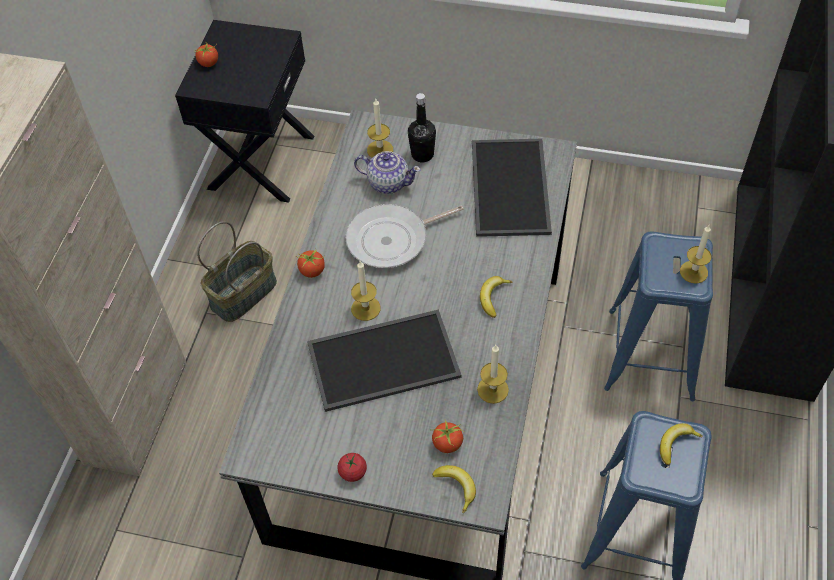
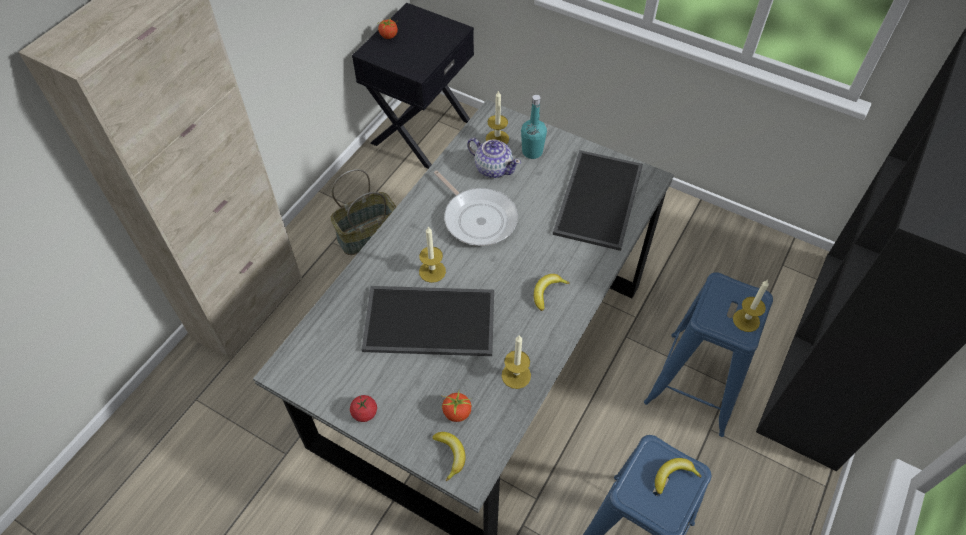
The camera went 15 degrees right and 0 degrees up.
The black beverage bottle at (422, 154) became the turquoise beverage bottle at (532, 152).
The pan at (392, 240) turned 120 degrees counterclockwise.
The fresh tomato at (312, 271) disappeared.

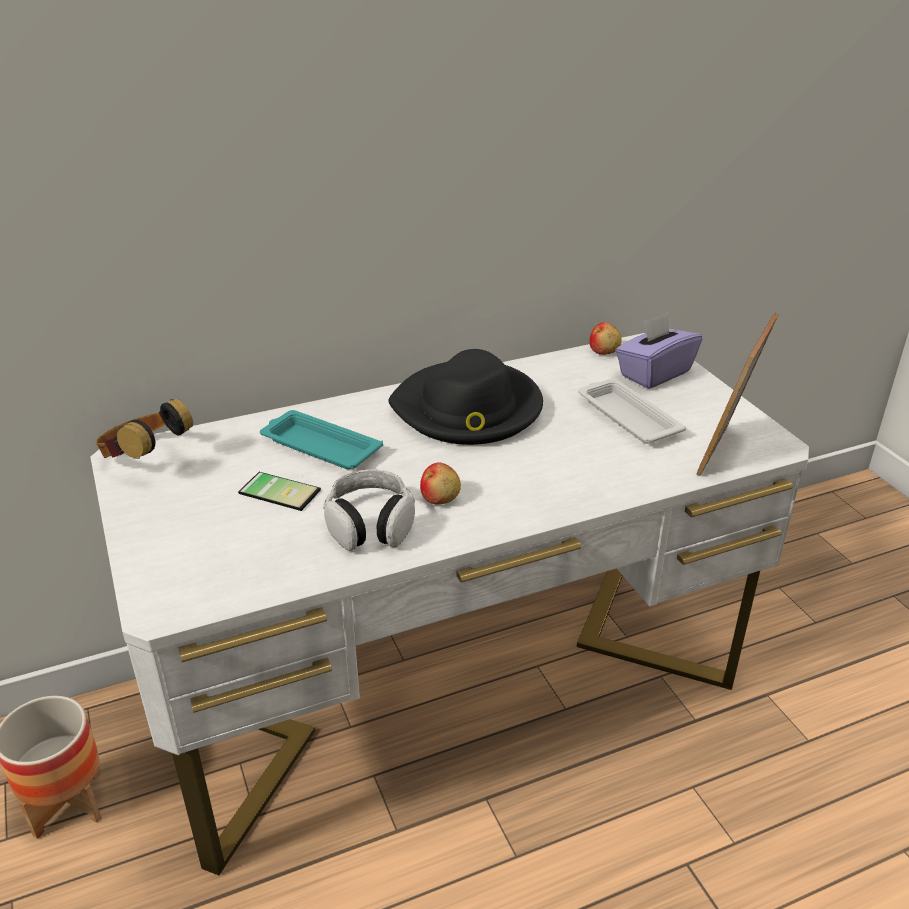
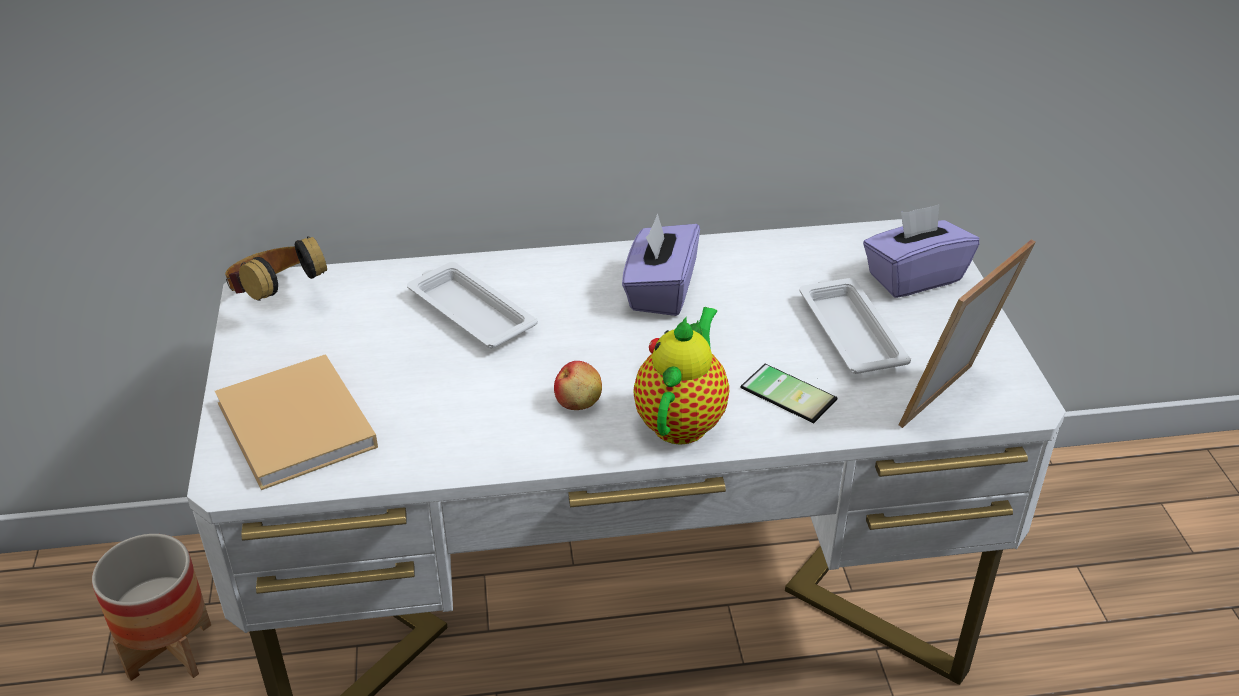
The camera went 15 degrees right and 5 degrees up.
The apple at (604, 351) disappeared.
The black hat at (468, 409) was replaced by the purple box of tissues at (660, 291).
The turquoise tray at (319, 446) became the white tray at (469, 312).
The headset at (370, 524) disappeared.
The telephone moved from (282, 489) to (791, 391).
The tea pot at (682, 420) appeared.
The beige volume at (298, 428) appeared.

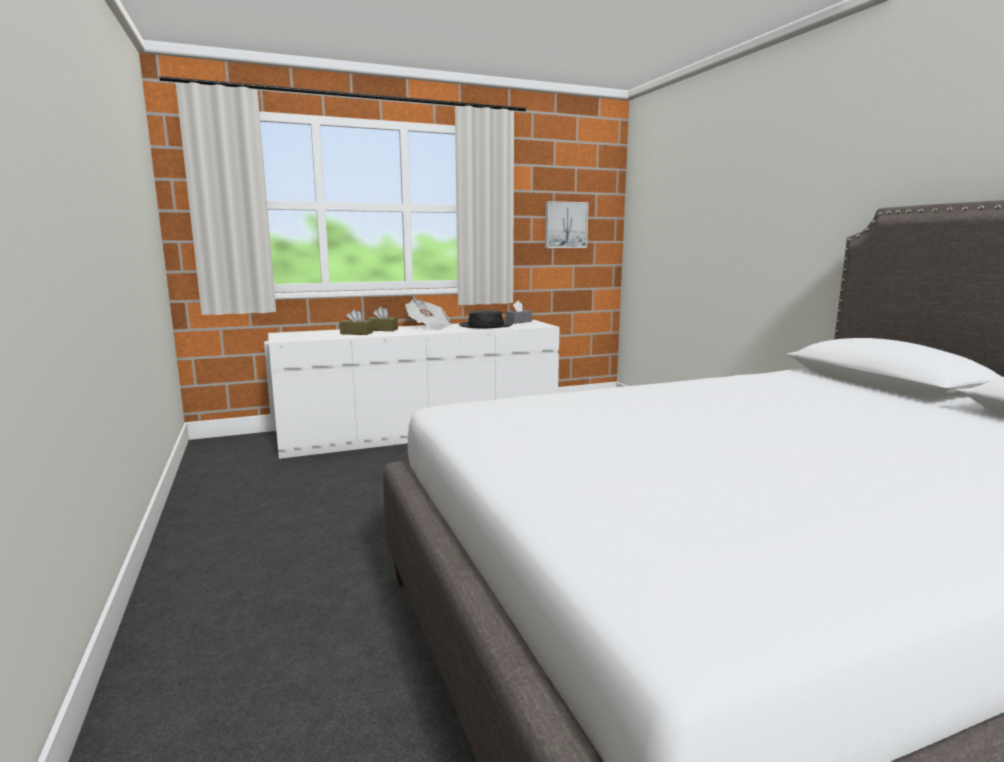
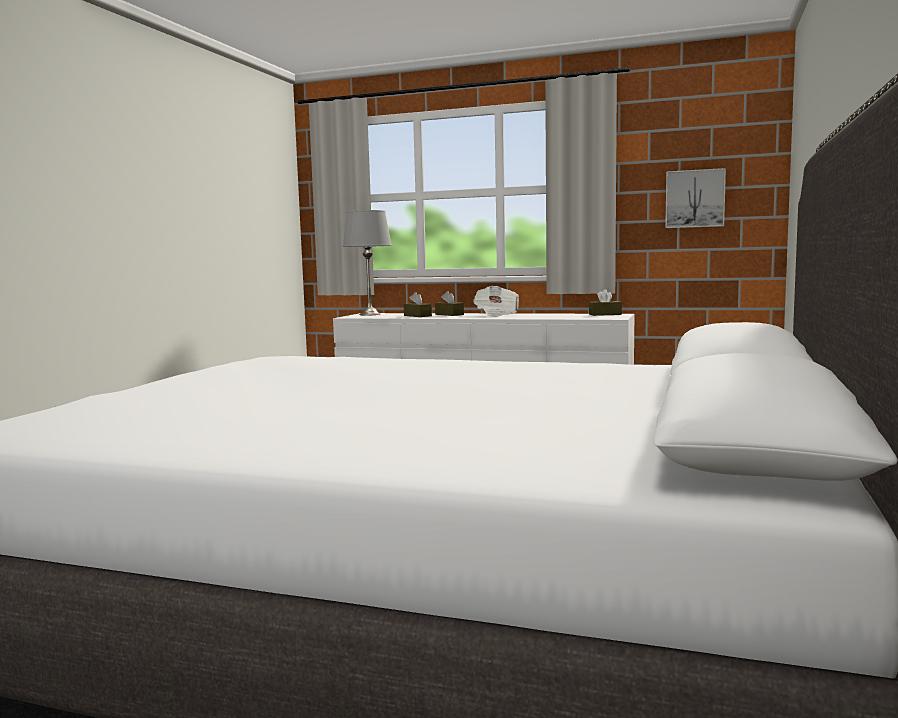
The camera went 40 degrees right and 5 degrees down.
The gray box of tissues at (518, 322) became the brown-coloured box of tissues at (605, 314).
The black hat at (485, 326) disappeared.
The gray lamp for a table at (370, 314) appeared.

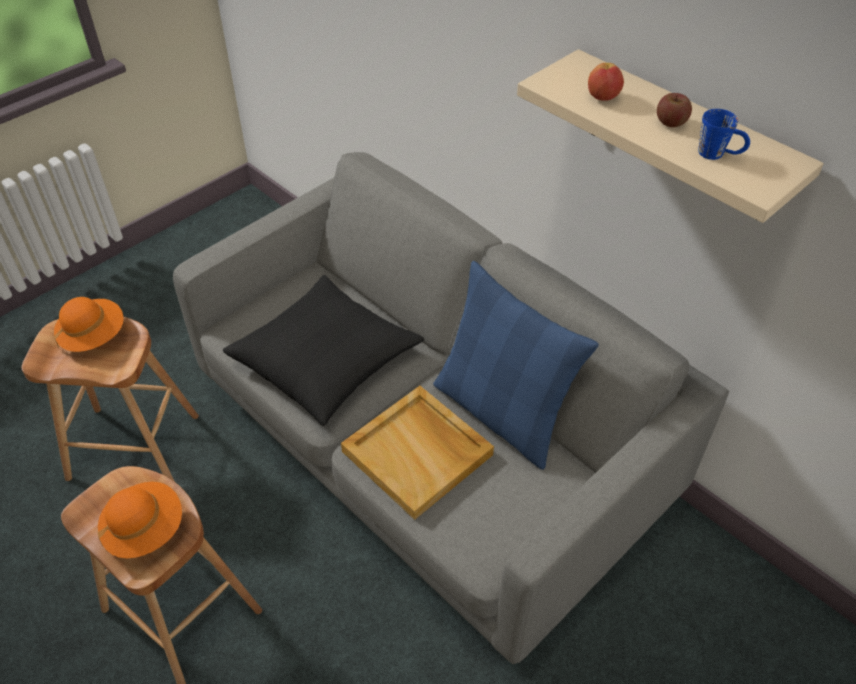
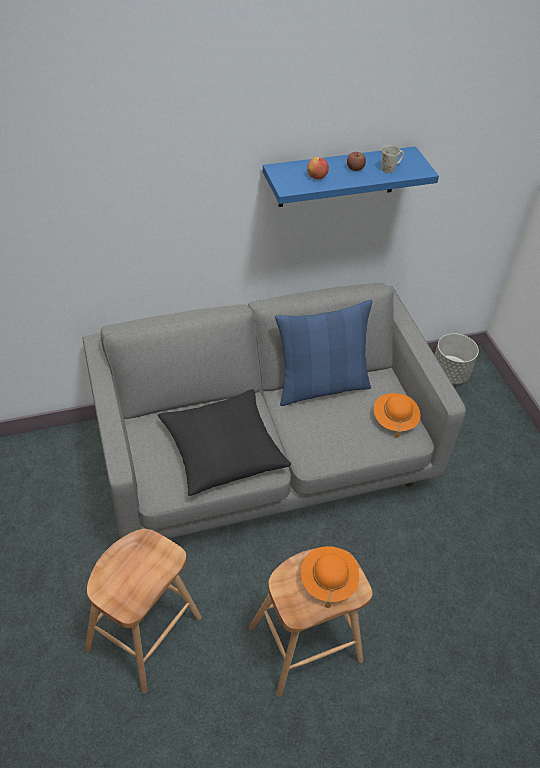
The camera went 65 degrees left and 0 degrees up.
The beige wall shelf at (681, 139) became the bluish wall shelf at (338, 177).
The bluish coffee mug at (718, 155) became the white coffee mug at (391, 168).
The orange-coloured hat moved from (94, 336) to (394, 419).
The beige tray at (419, 453) disappeared.
The gray planter at (449, 373) appeared.

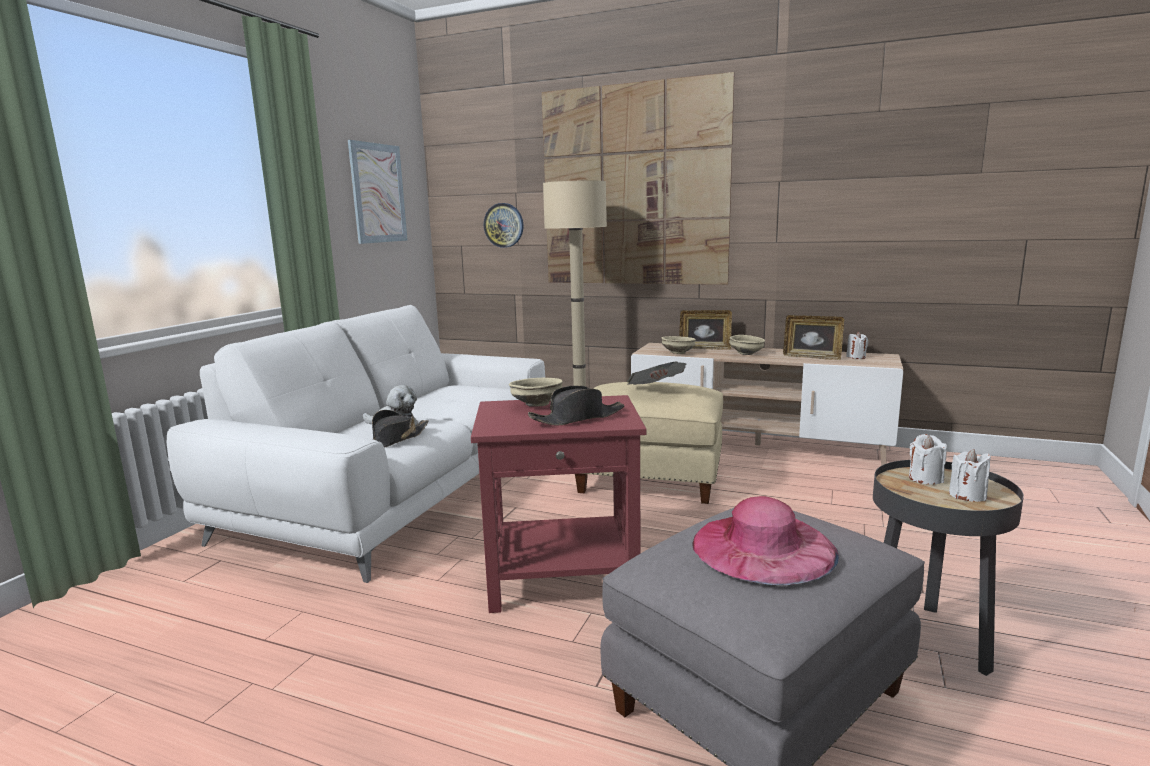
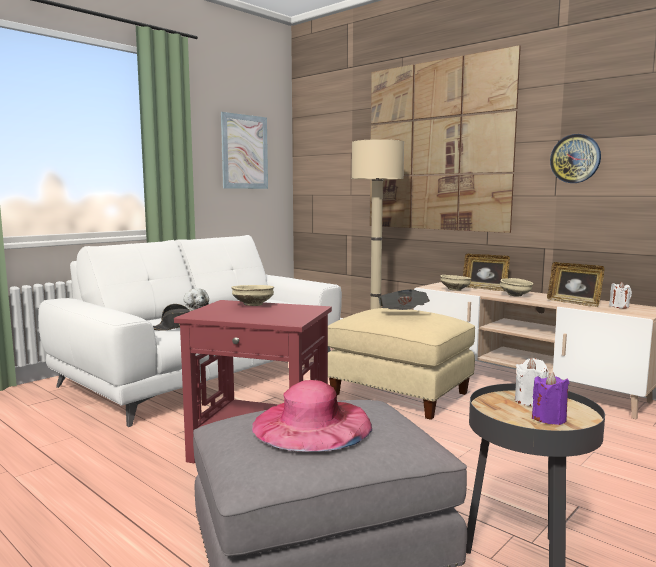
The camera went 20 degrees right and 5 degrees down.
The clock on the wall moved from (504, 225) to (575, 158).
The black hat at (578, 418) disappeared.
The white wax candle at (967, 495) became the purple wax candle at (549, 418).

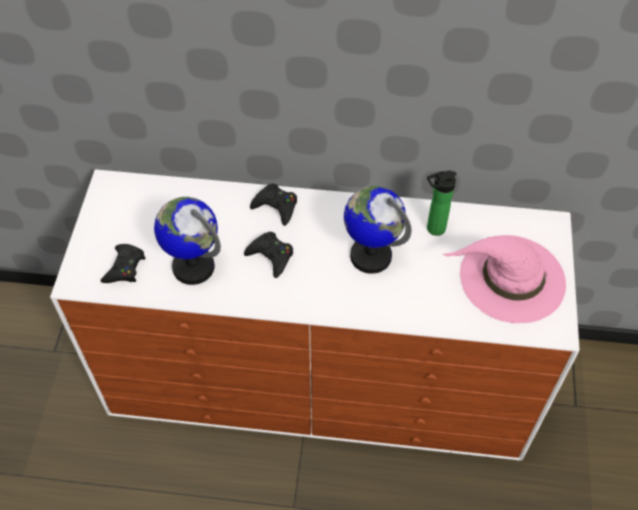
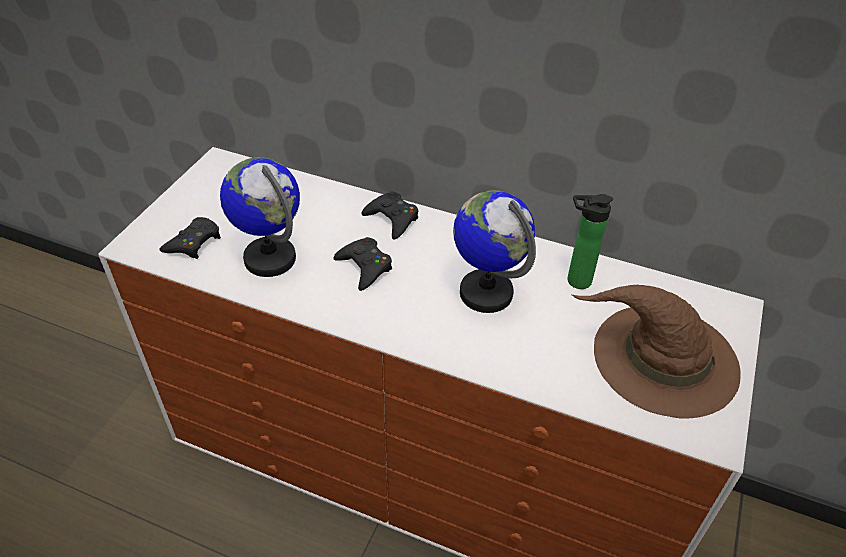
The camera went 15 degrees right and 10 degrees down.
The pink-coloured hat at (510, 278) became the brown-coloured hat at (663, 358).

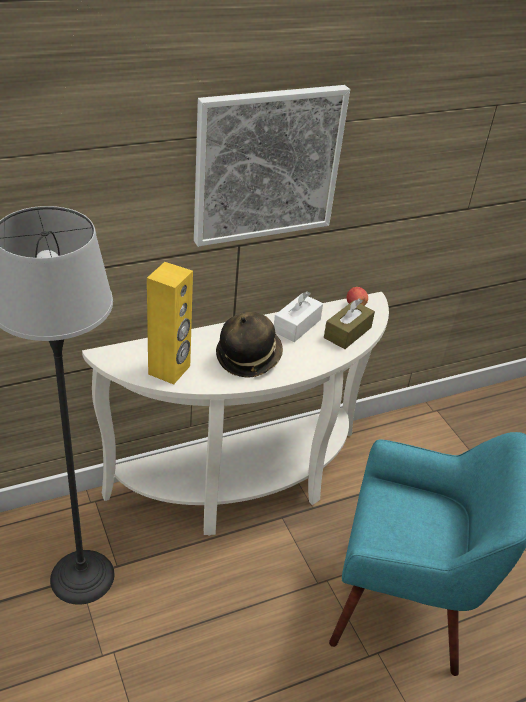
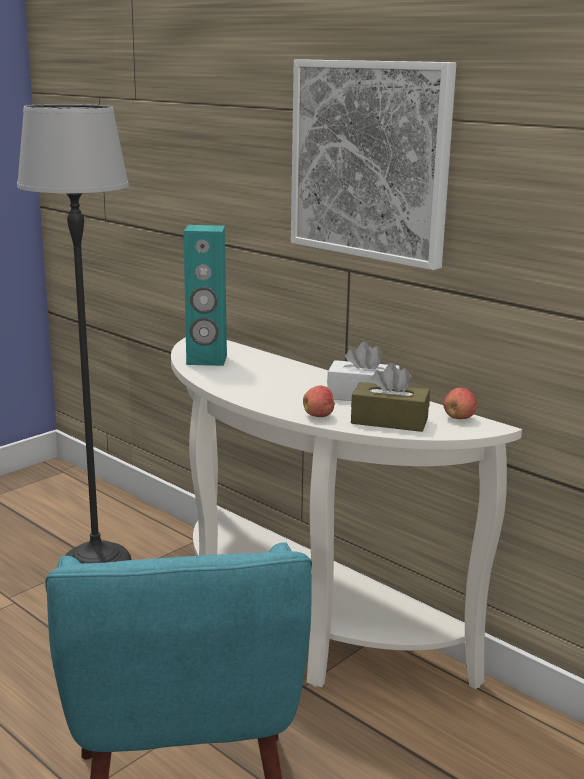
The camera went 70 degrees right and 20 degrees down.
The yellow speaker at (170, 370) became the turquoise speaker at (206, 360).
The hat at (248, 357) disappeared.
The apple at (319, 416) appeared.

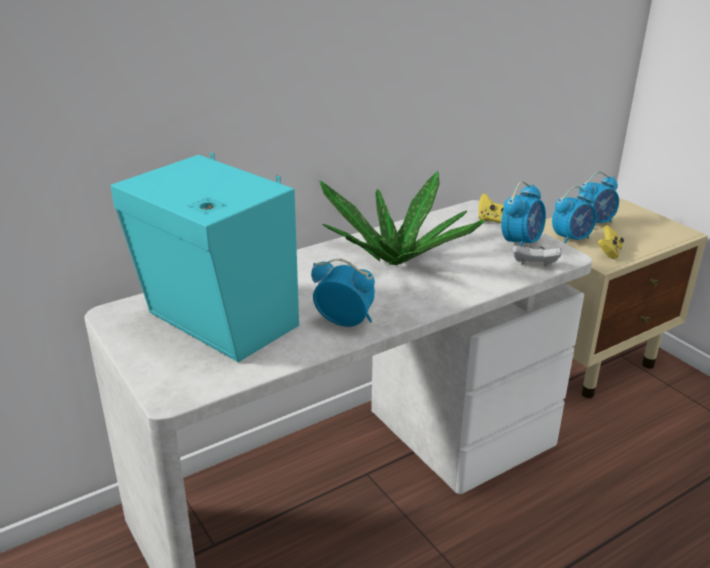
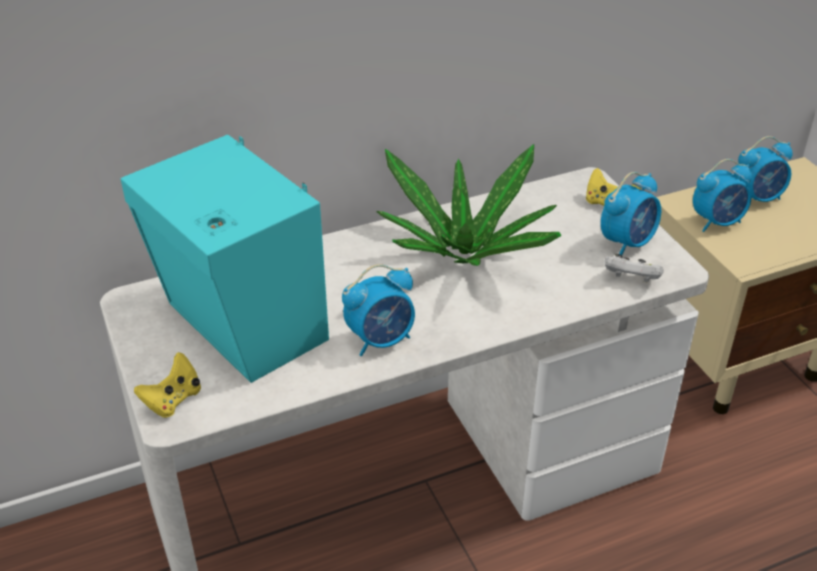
The camera went 10 degrees right and 10 degrees up.
The yellow game controller moved from (608, 253) to (173, 400).
The bedside clock at (344, 322) turned 120 degrees clockwise.

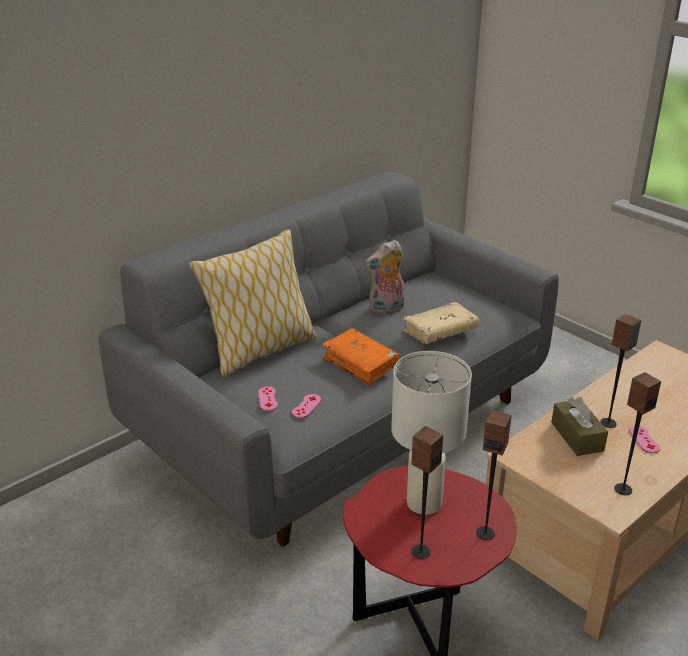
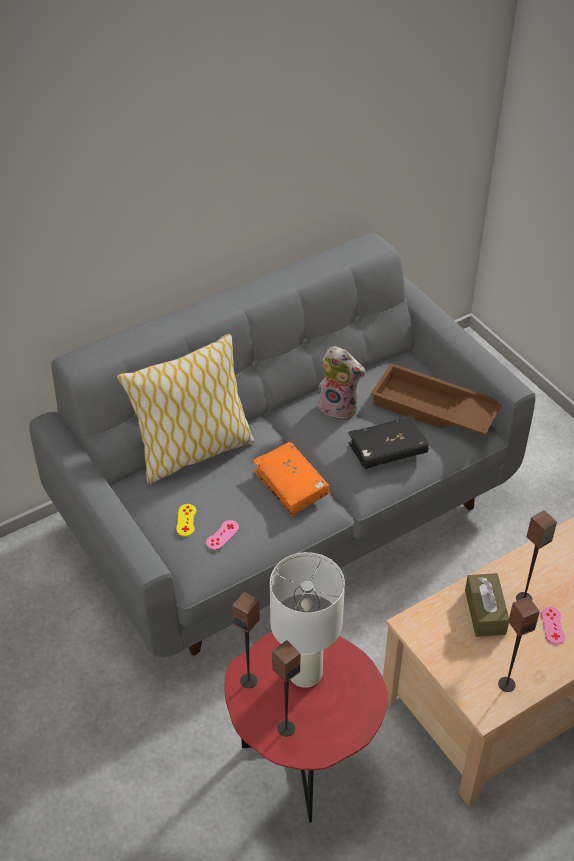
The camera went 10 degrees right and 15 degrees up.
The soft toy at (386, 309) turned 135 degrees counterclockwise.
The beige volume at (440, 332) became the black volume at (387, 450).
The pink-coloured game controller at (267, 399) became the yellow game controller at (186, 520).
The speaker moved from (485, 533) to (249, 680).
The brown-coloured tray at (433, 410) appeared.

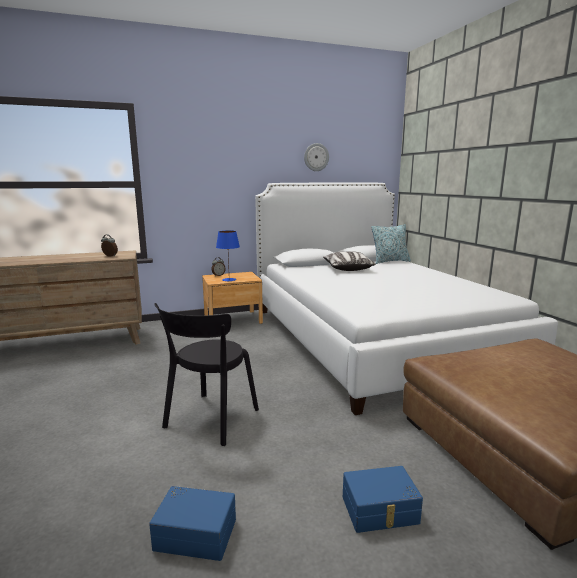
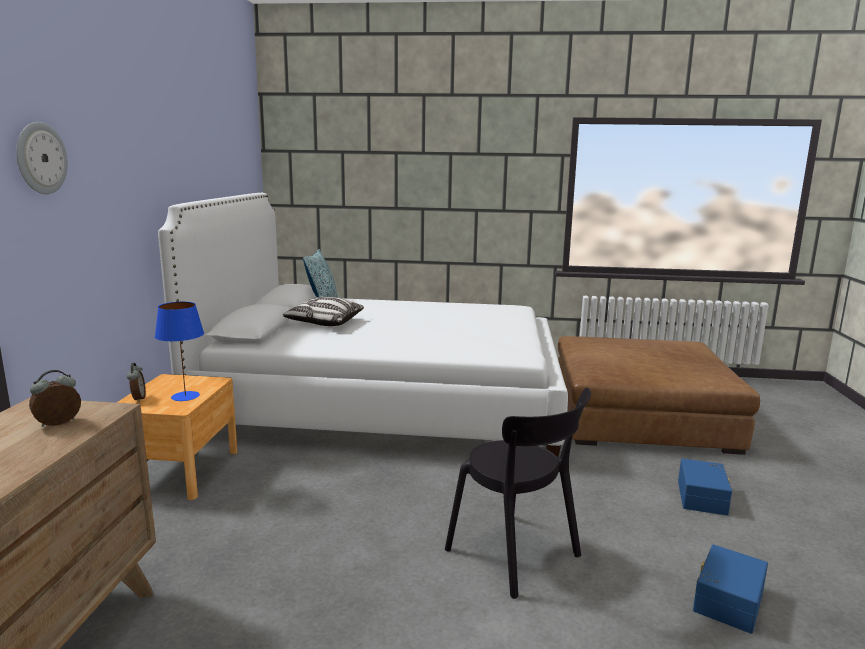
The camera went 65 degrees left and 0 degrees up.
The clock on the wall moved from (316, 157) to (40, 158).

